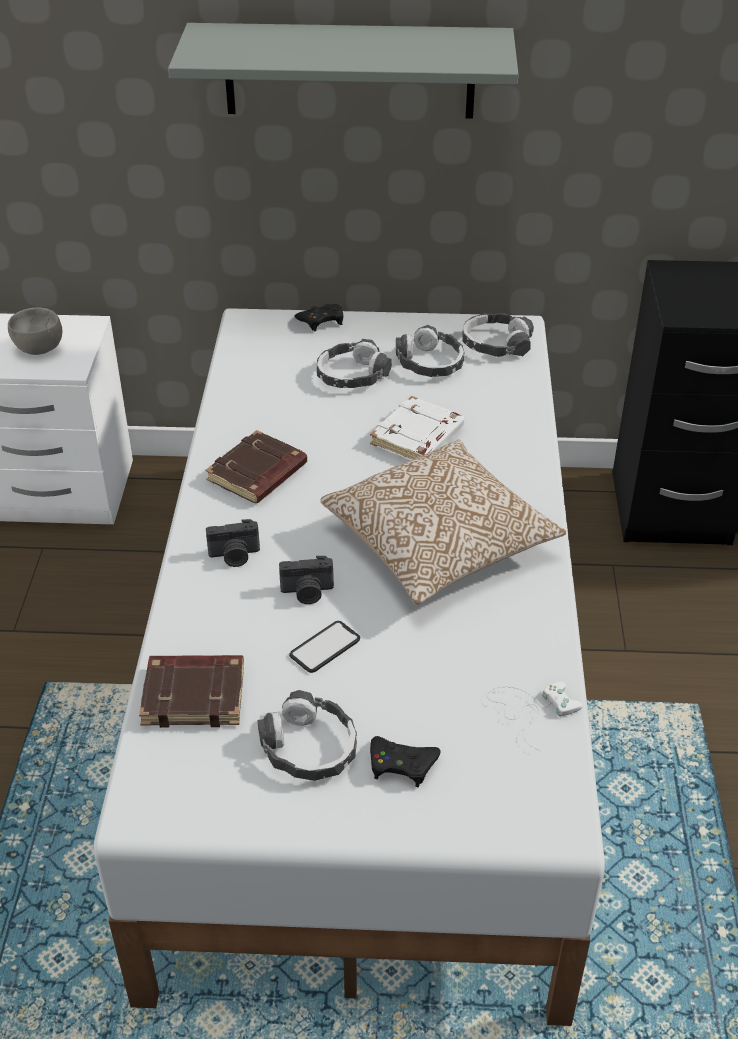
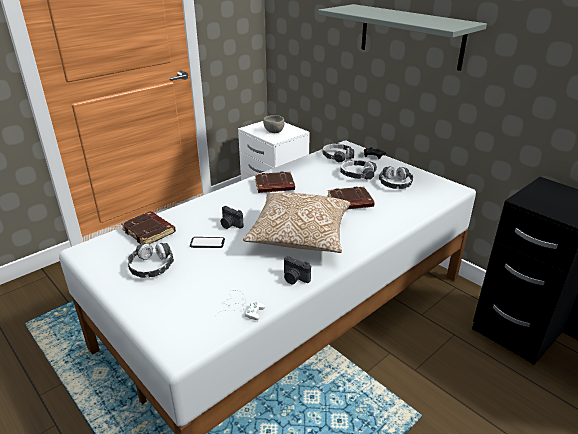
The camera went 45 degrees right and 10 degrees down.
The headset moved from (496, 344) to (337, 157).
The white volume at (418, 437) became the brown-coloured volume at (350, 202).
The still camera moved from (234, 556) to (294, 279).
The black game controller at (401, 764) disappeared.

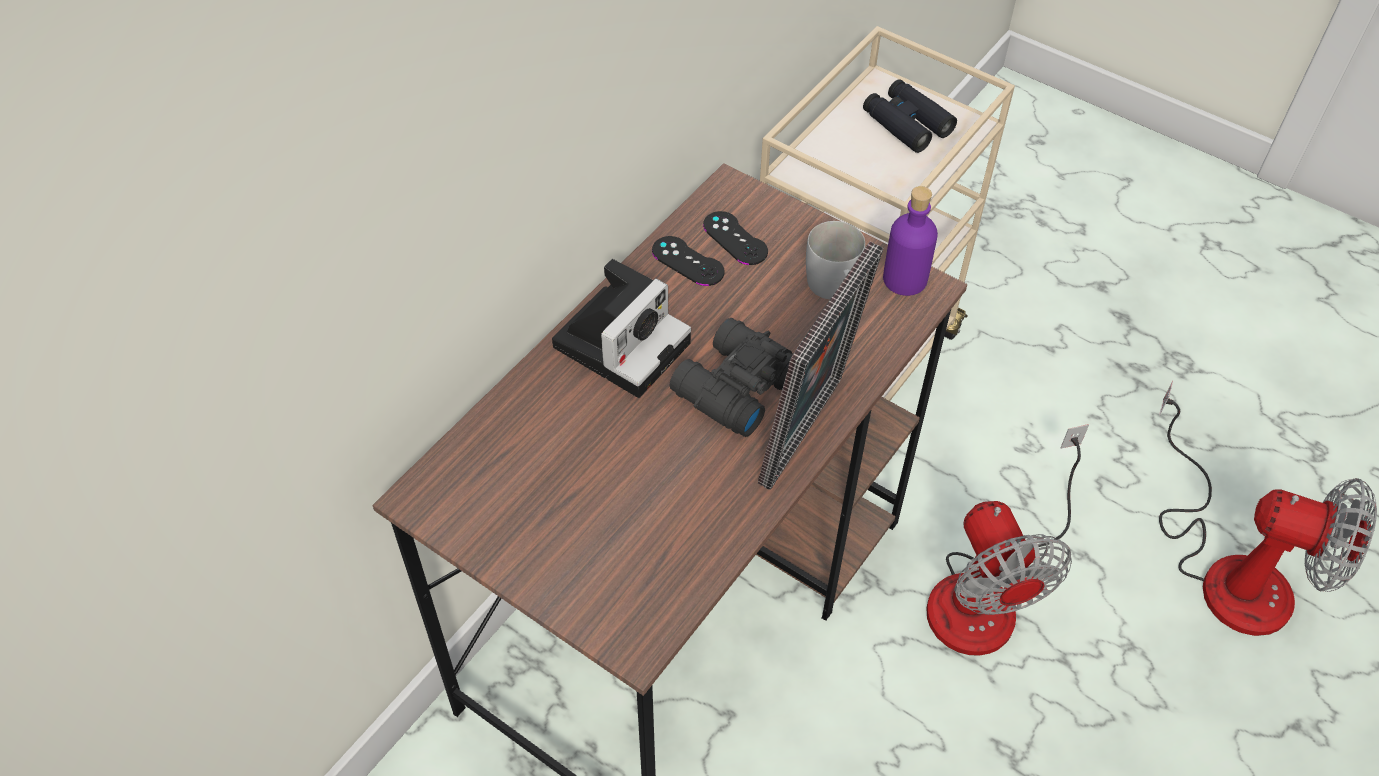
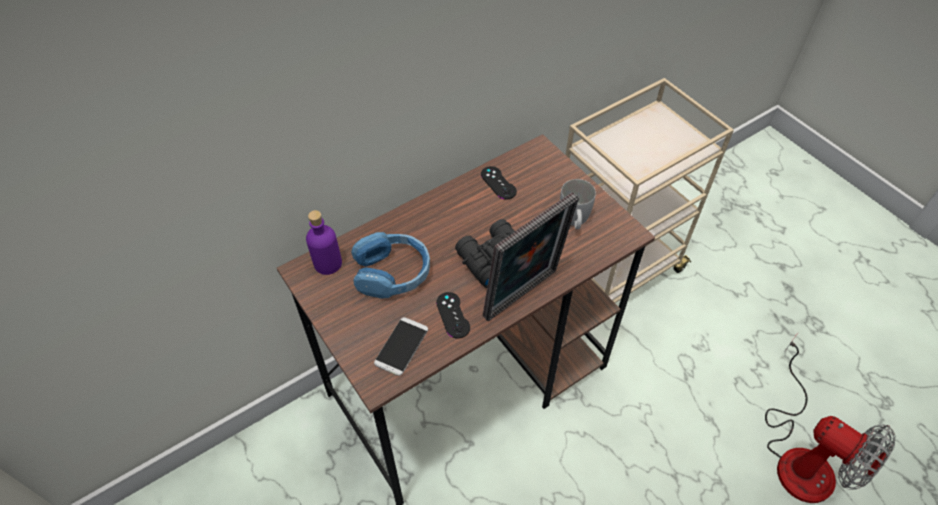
The camera went 20 degrees right and 0 degrees up.
The black pair of binoculars at (907, 123) disappeared.
The purple beverage bottle moved from (904, 279) to (328, 263).
The black game controller moved from (735, 238) to (453, 315).
The still camera at (623, 341) disappeared.
The fan at (987, 590) disappeared.
The bluish headset at (392, 273) appeared.
The telephone at (401, 346) appeared.

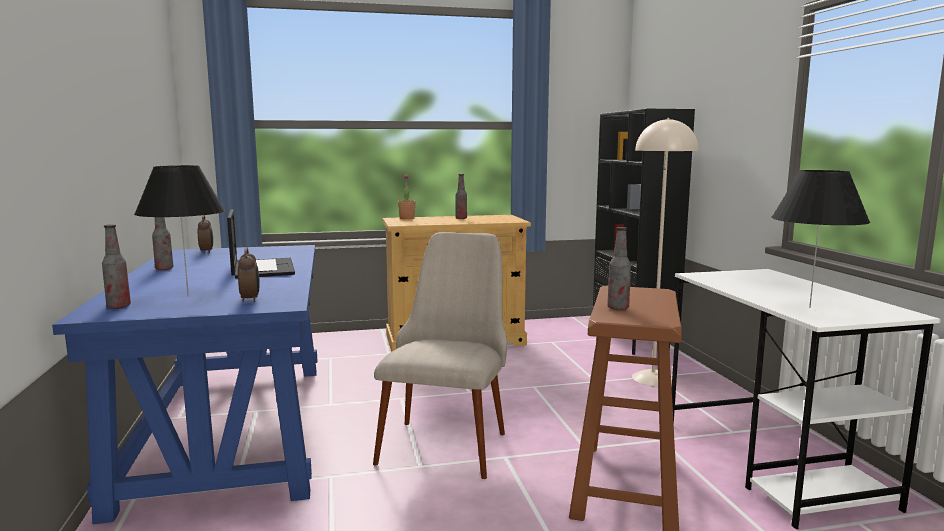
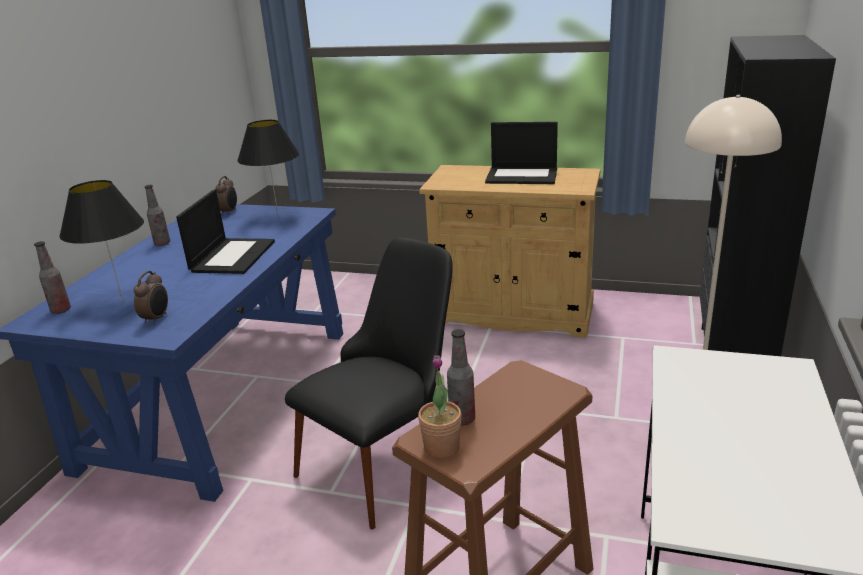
The camera went 30 degrees right and 15 degrees up.
The black lamp for a table moved from (809, 308) to (278, 217).
The houseplant moved from (407, 218) to (441, 447).
The beverage bottle at (461, 218) was replaced by the laptop at (522, 176).
The beige upright chair at (448, 437) became the black upright chair at (386, 460).

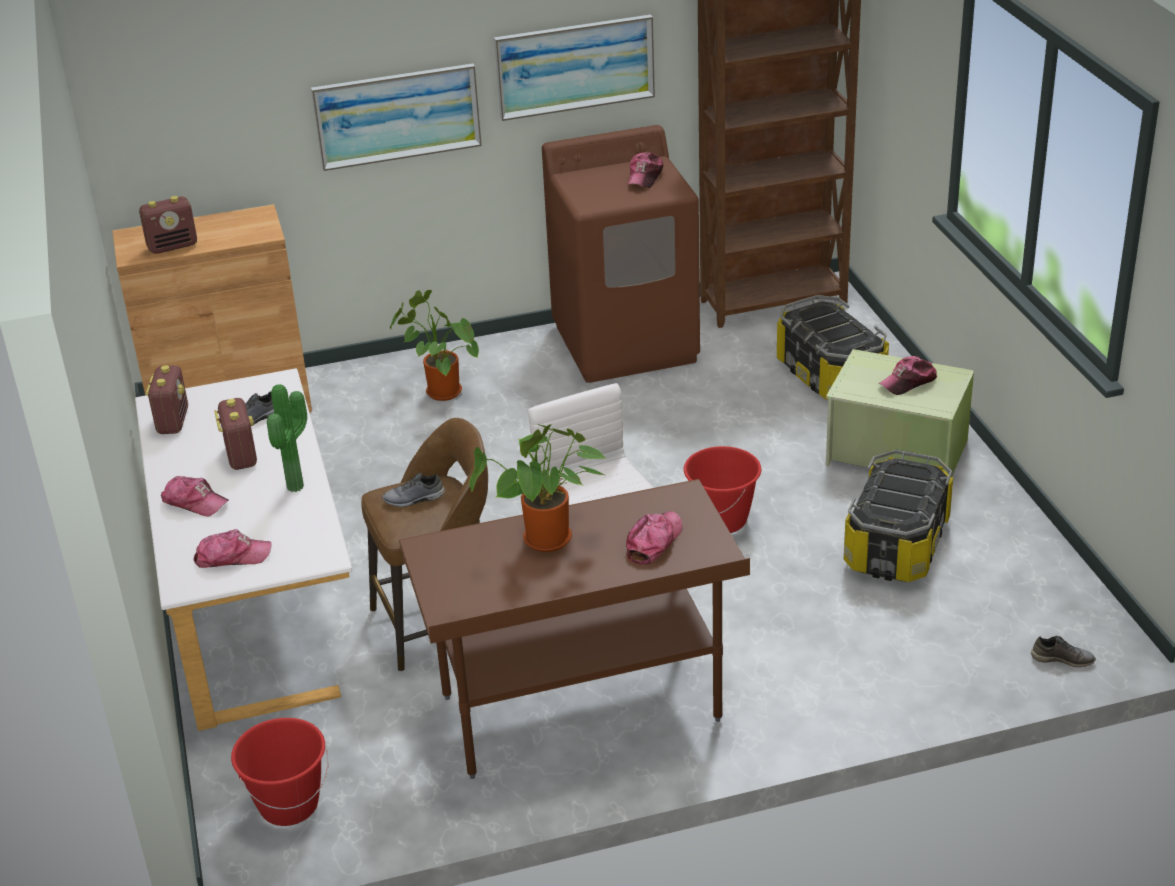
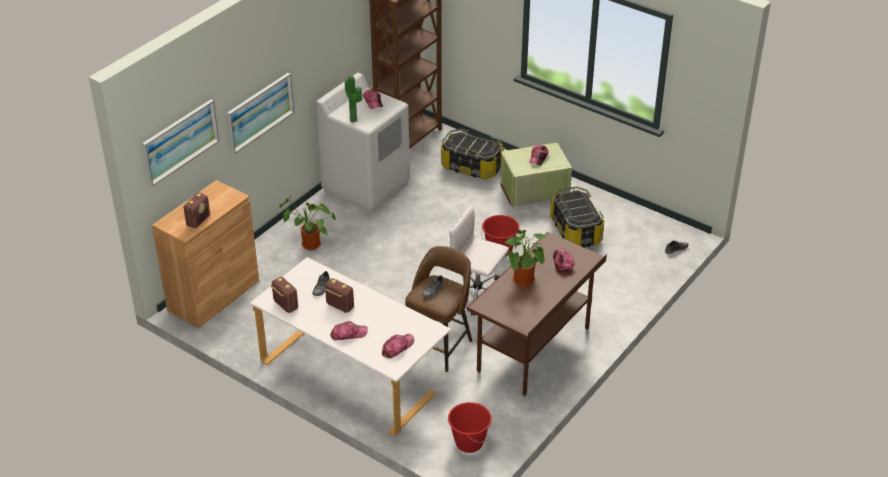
The camera went 40 degrees left and 5 degrees up.
The wall art moved from (575, 66) to (180, 141).
The brown-coloured laundry machine at (626, 343) became the white laundry machine at (366, 186).
The houseplant moved from (298, 487) to (354, 120).

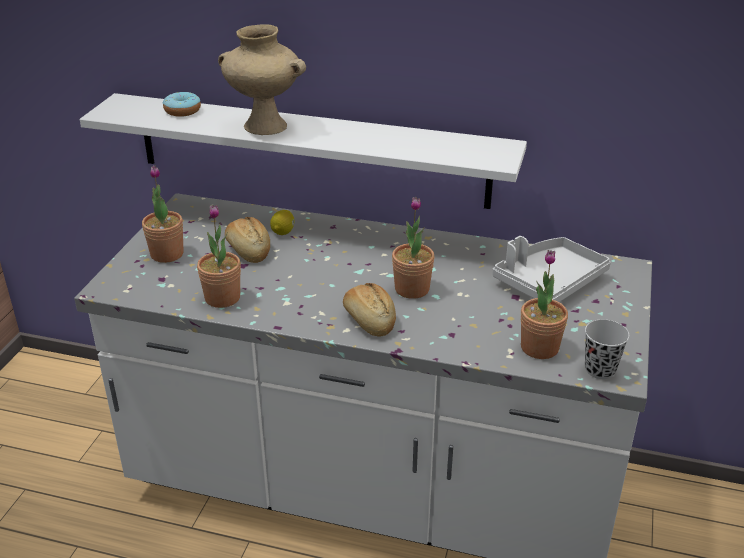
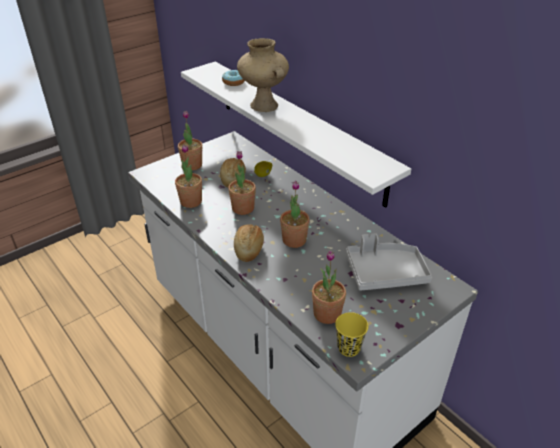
The camera went 35 degrees right and 5 degrees up.
The black small cup at (600, 369) became the yellow small cup at (349, 348).
The houseplant at (243, 208) appeared.

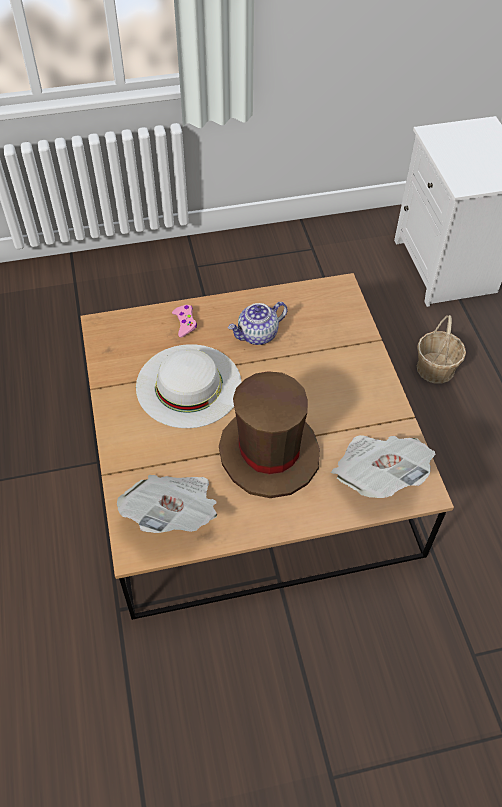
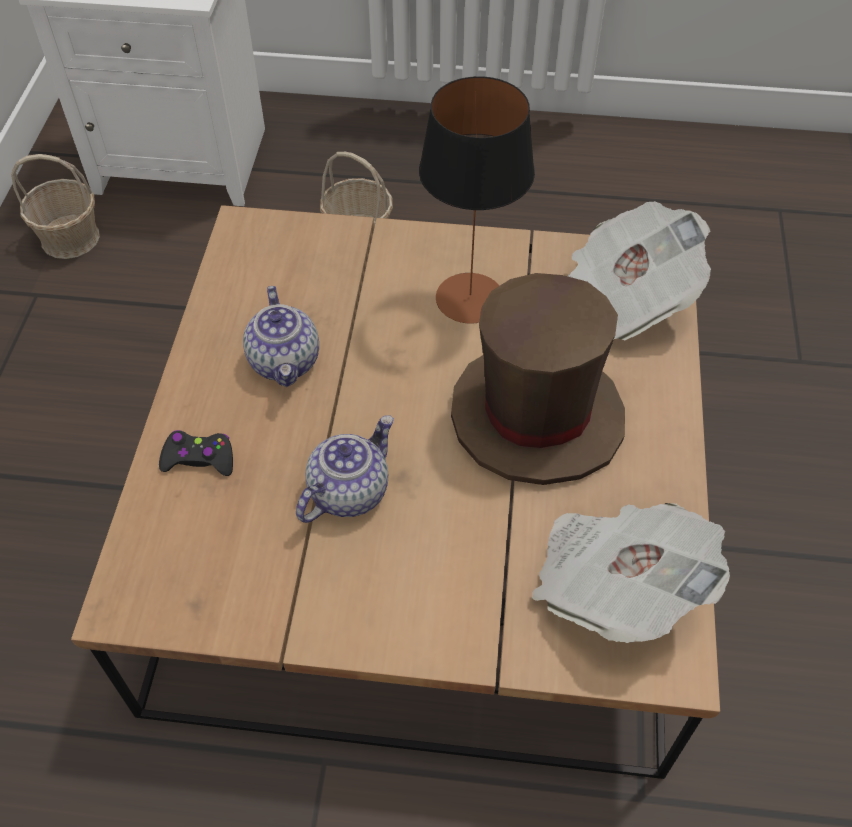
The camera went 70 degrees left and 0 degrees up.
The pink-coloured game controller at (185, 323) became the black game controller at (199, 459).
The white hat at (189, 385) was replaced by the tea pot at (348, 490).
The lamp for a table at (470, 298) appeared.
The household basket at (71, 238) appeared.

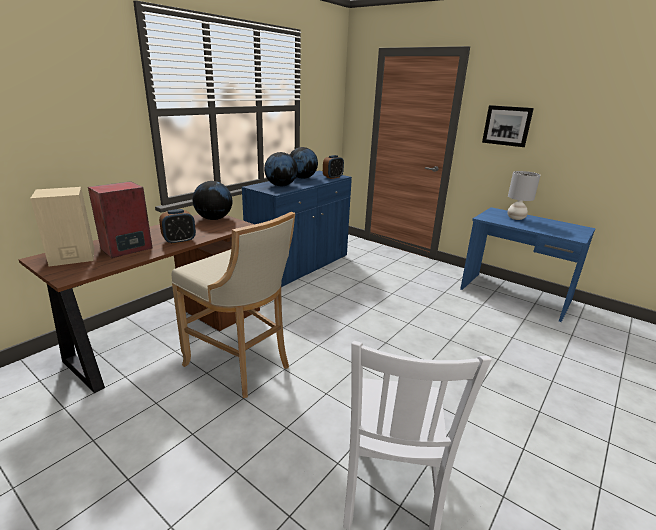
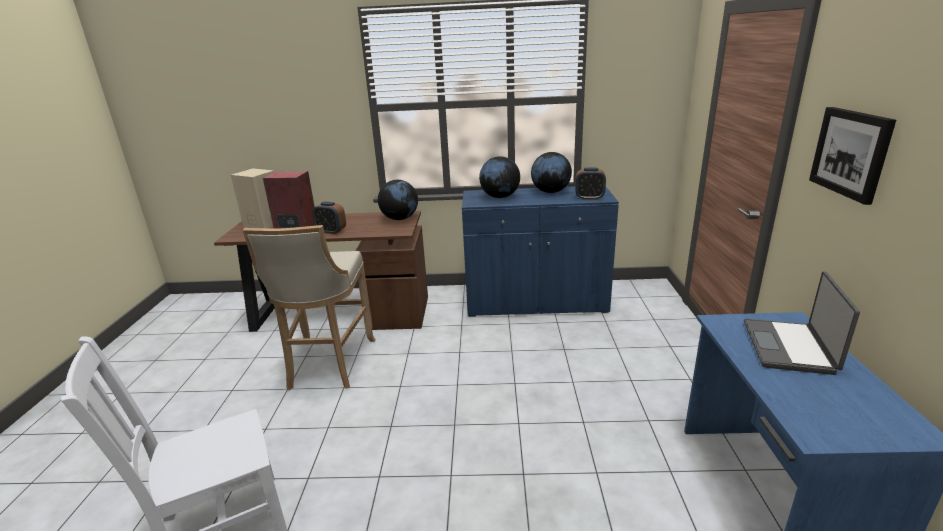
The camera went 55 degrees right and 0 degrees up.
The gray lamp for a table at (516, 218) was replaced by the laptop at (790, 347).

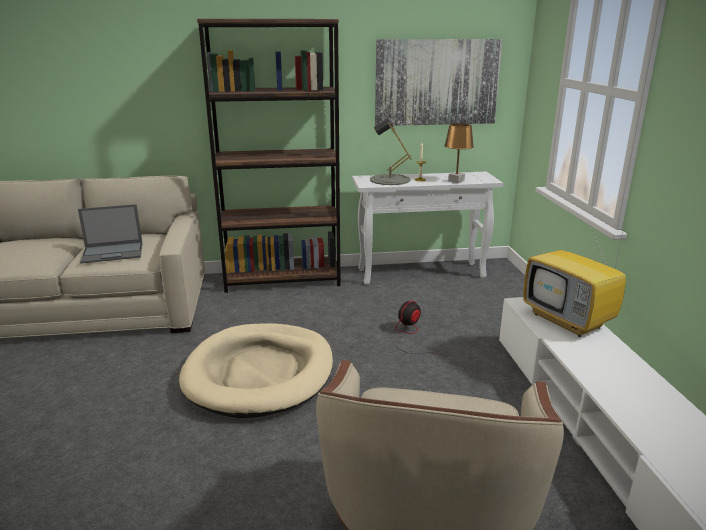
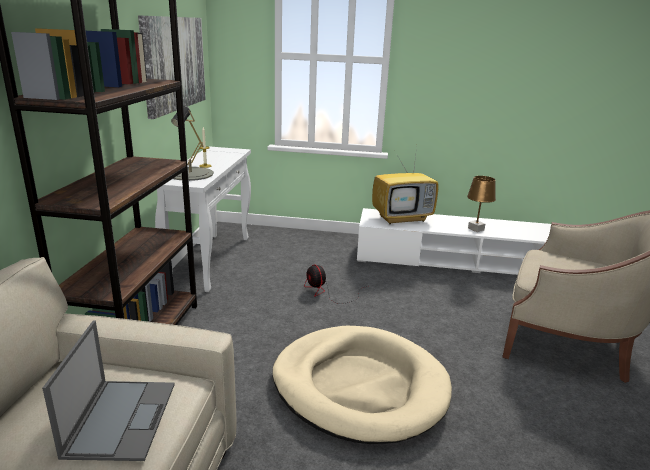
The camera went 75 degrees left and 0 degrees up.
The brown-coloured lamp for a table moved from (456, 181) to (475, 229).

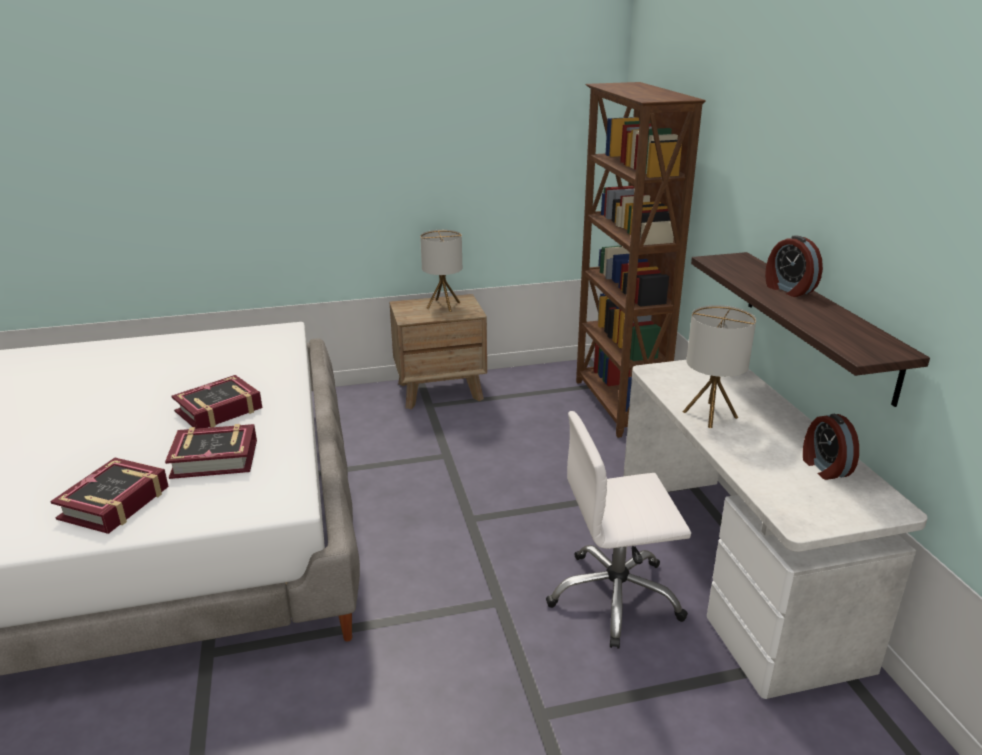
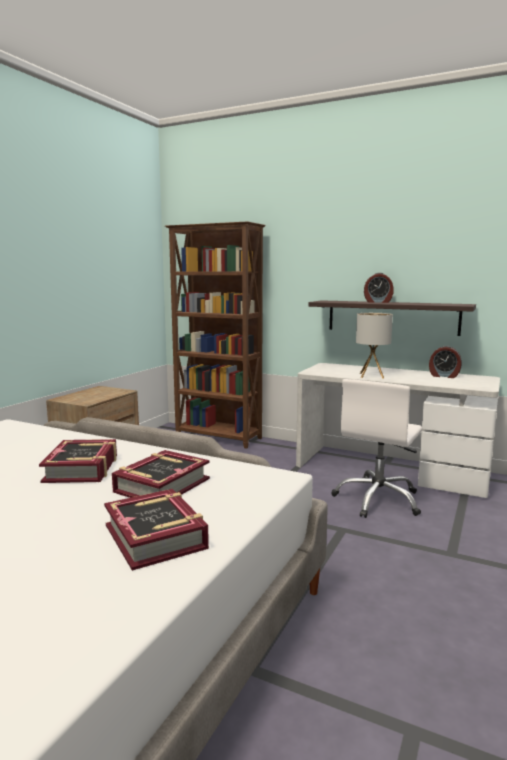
The camera went 50 degrees left and 15 degrees down.
The lamp for a table at (443, 305) disappeared.

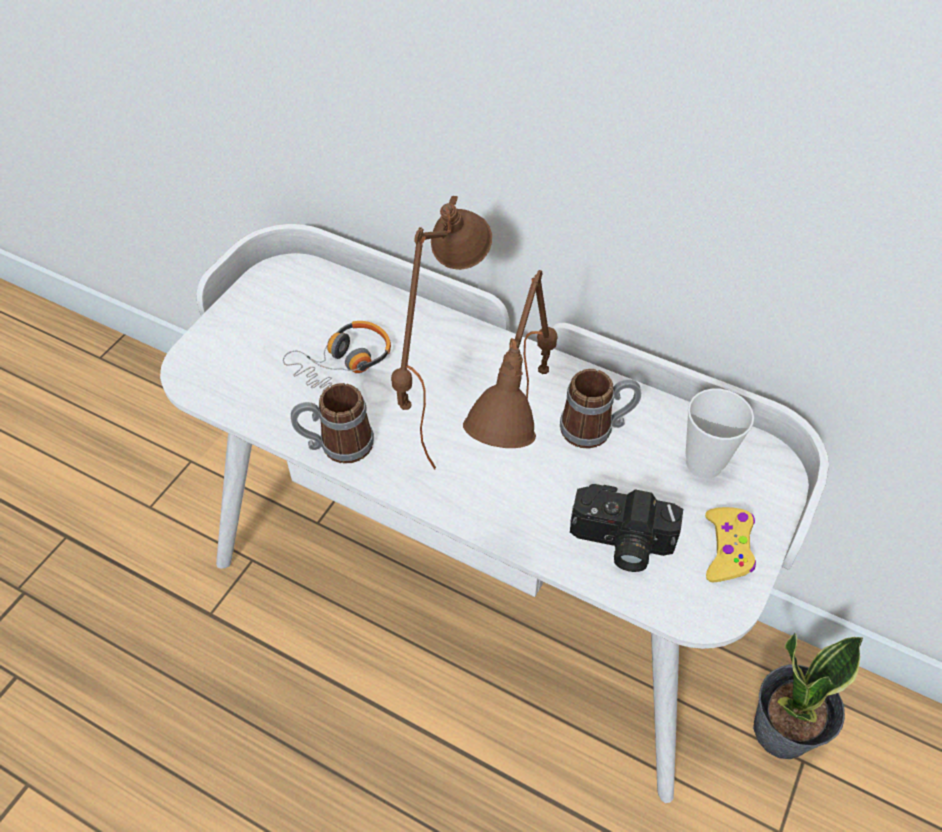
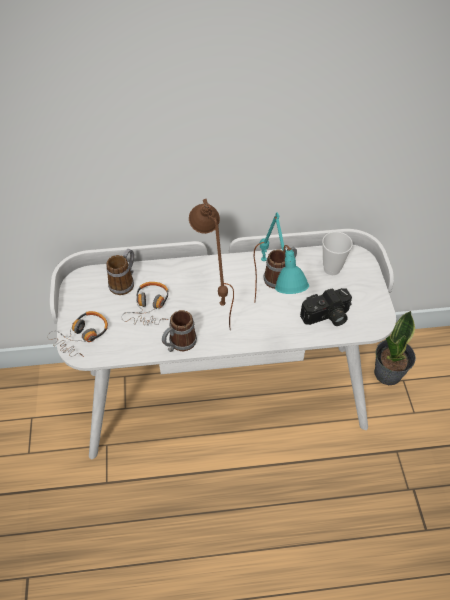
The camera went 35 degrees left and 0 degrees up.
The brown-coloured lamp for a table at (516, 500) became the turquoise lamp for a table at (274, 323).
The yellow game controller at (727, 549) disappeared.
The coffee mug at (124, 282) appeared.
The headset at (82, 337) appeared.

